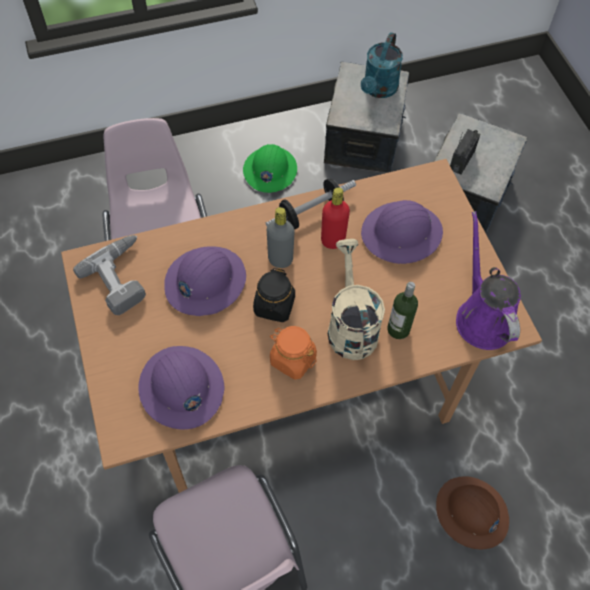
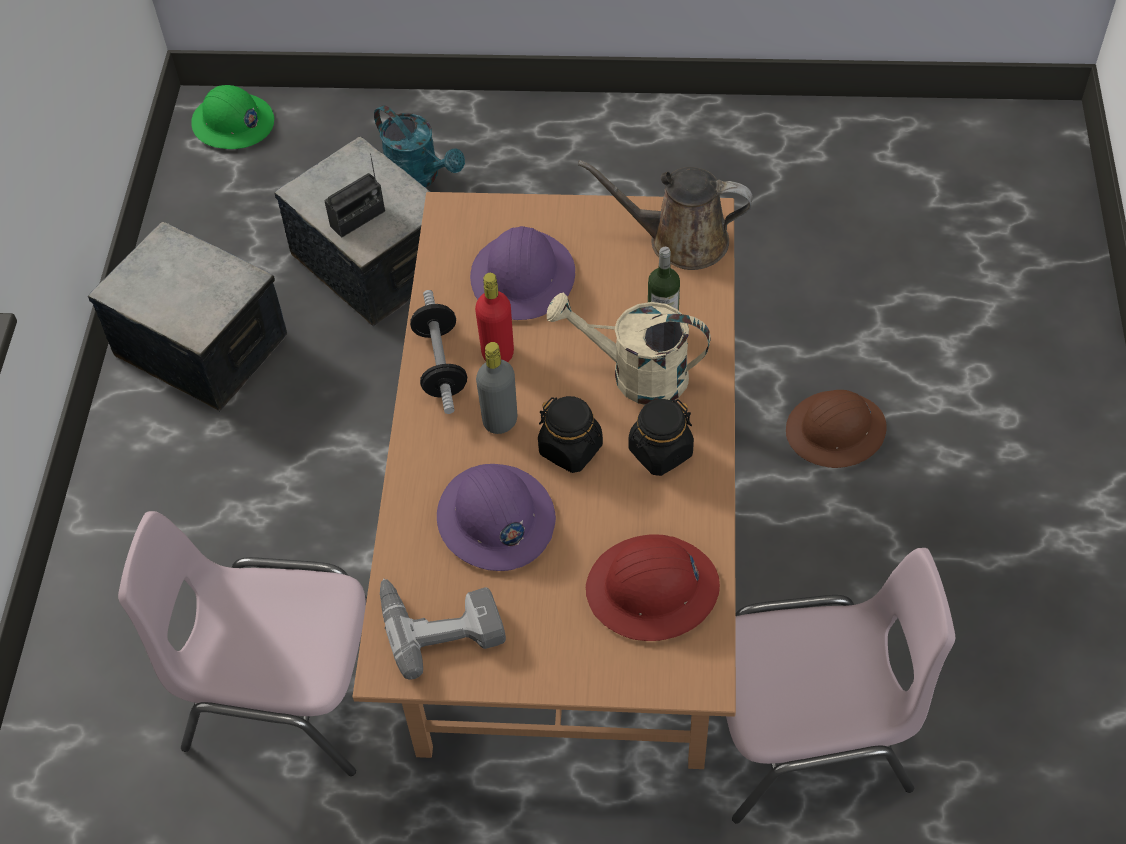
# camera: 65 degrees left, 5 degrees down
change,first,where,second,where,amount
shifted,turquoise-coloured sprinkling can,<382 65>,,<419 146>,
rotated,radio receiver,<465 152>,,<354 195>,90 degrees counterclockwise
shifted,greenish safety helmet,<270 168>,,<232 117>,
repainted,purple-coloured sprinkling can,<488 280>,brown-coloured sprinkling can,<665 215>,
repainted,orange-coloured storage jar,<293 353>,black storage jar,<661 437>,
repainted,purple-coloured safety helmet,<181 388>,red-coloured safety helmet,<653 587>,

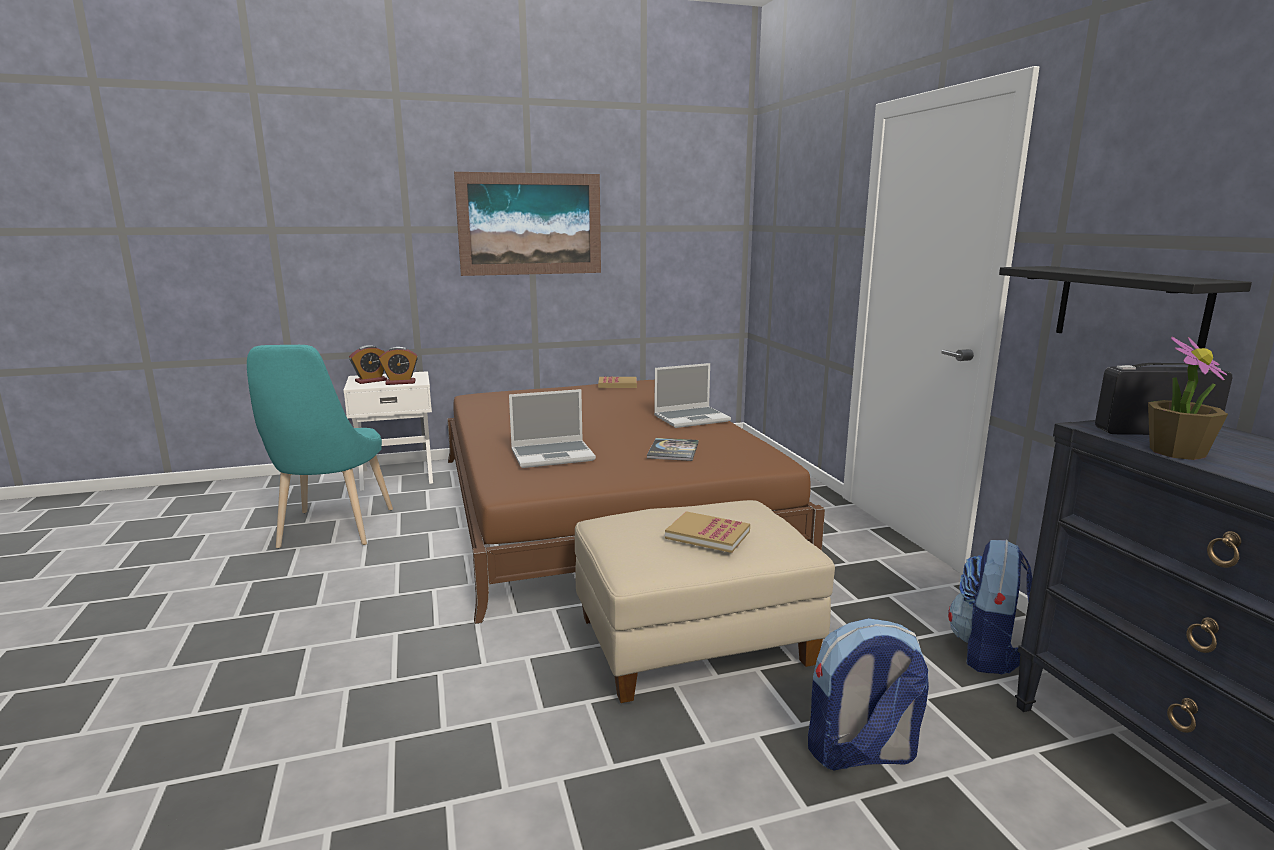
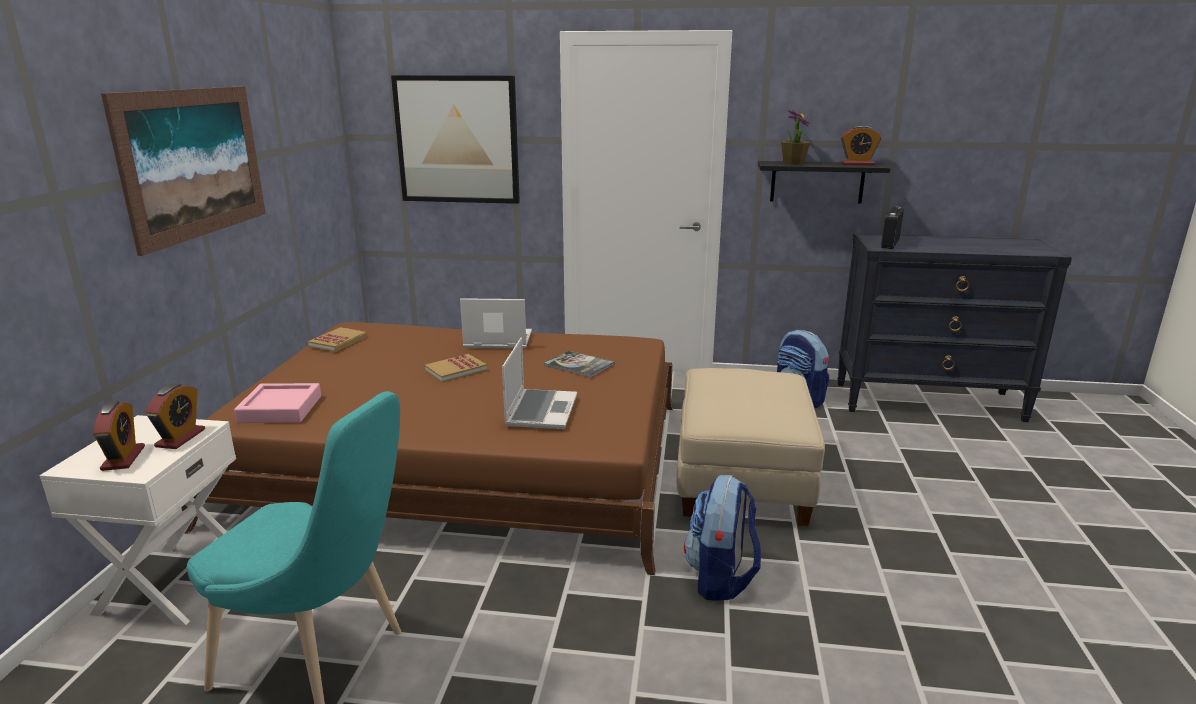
# camera: 65 degrees left, 5 degrees up
change,first,where,second,where,amount
shifted,houseplant,<1188 398>,,<795 137>,
rotated,portable computer,<692 395>,,<496 323>,90 degrees counterclockwise
shifted,volume,<707 532>,,<455 368>,
shifted,knapsack,<868 694>,,<722 538>,
new,,,picture,<455 139>,
new,,,table clock,<861 145>,
new,,,pink serving tray,<277 403>,

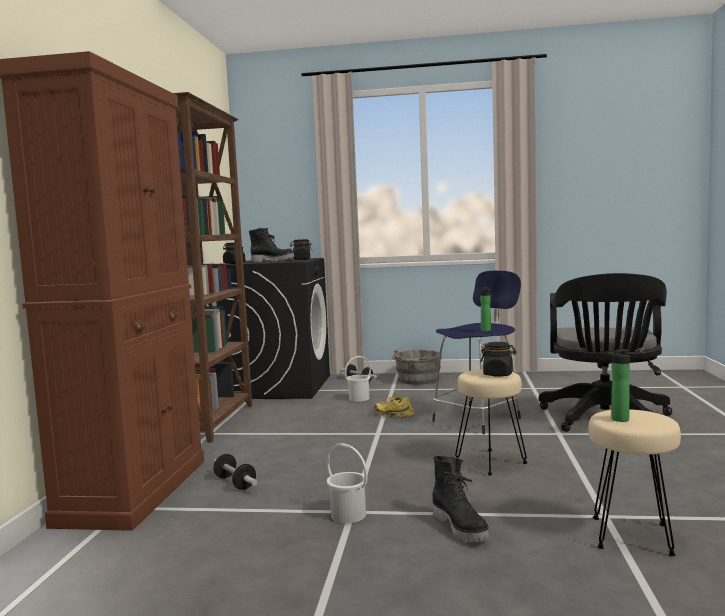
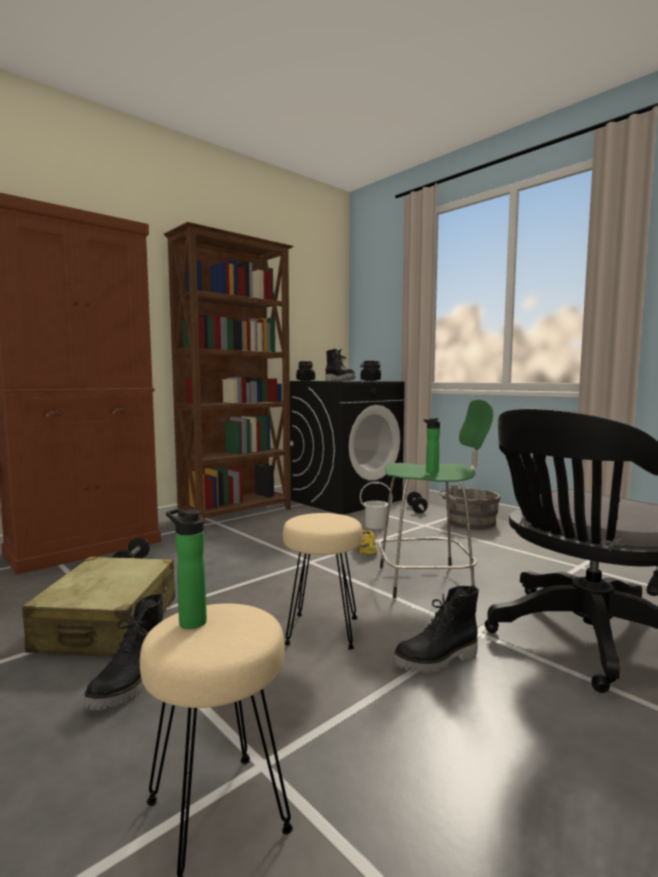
# camera: 40 degrees right, 0 degrees up
change,first,where,second,where,amount
repainted,blue-coloured stool seat,<476 352>,greenish stool seat,<435 499>,
gone,black storage jar,<498 359>,,,
swapped,white pail,<347 483>,sand-coloured suitcase,<98 606>,
new,,,black boot,<436 629>,

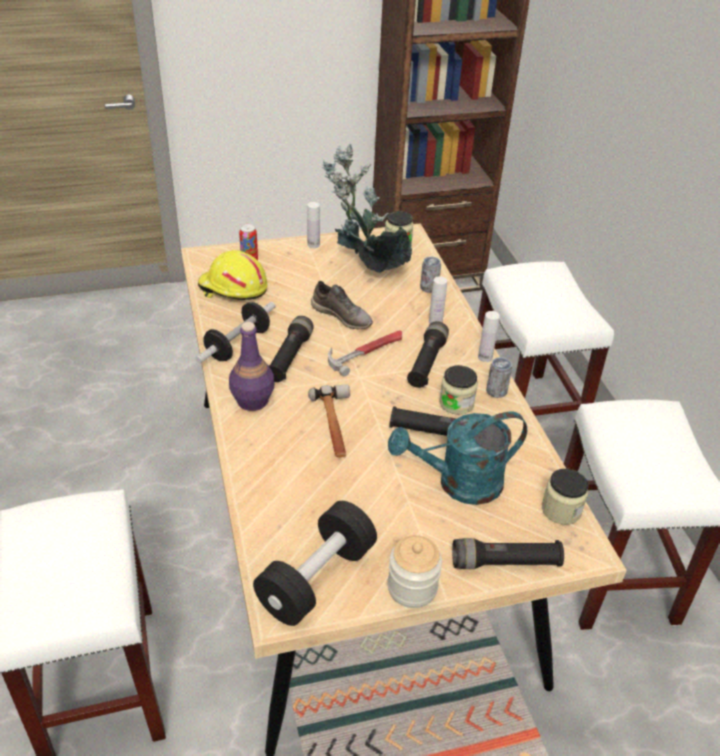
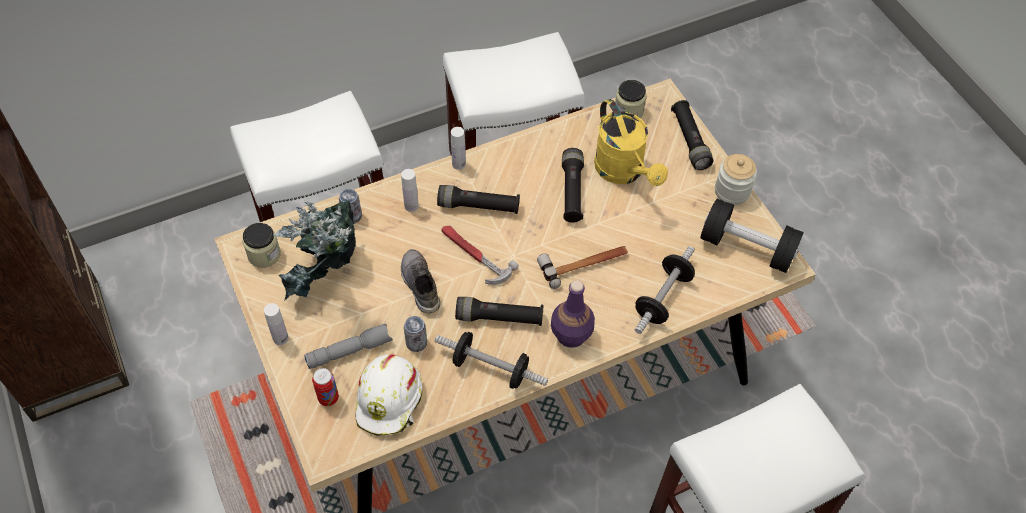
# camera: 100 degrees left, 15 degrees up
change,first,where,second,where,amount
repainted,yellow safety helmet,<232 275>,white safety helmet,<389 395>,
rotated,gray item of footwear,<342 305>,,<420 281>,45 degrees counterclockwise
shifted,can,<499 377>,,<415 334>,
gone,storage jar,<458 390>,,,
repainted,turquoise-coloured sprinkling can,<457 458>,yellow sprinkling can,<631 142>,
new,,,hand weight,<665 290>,
new,,,gray hand torch,<348 346>,

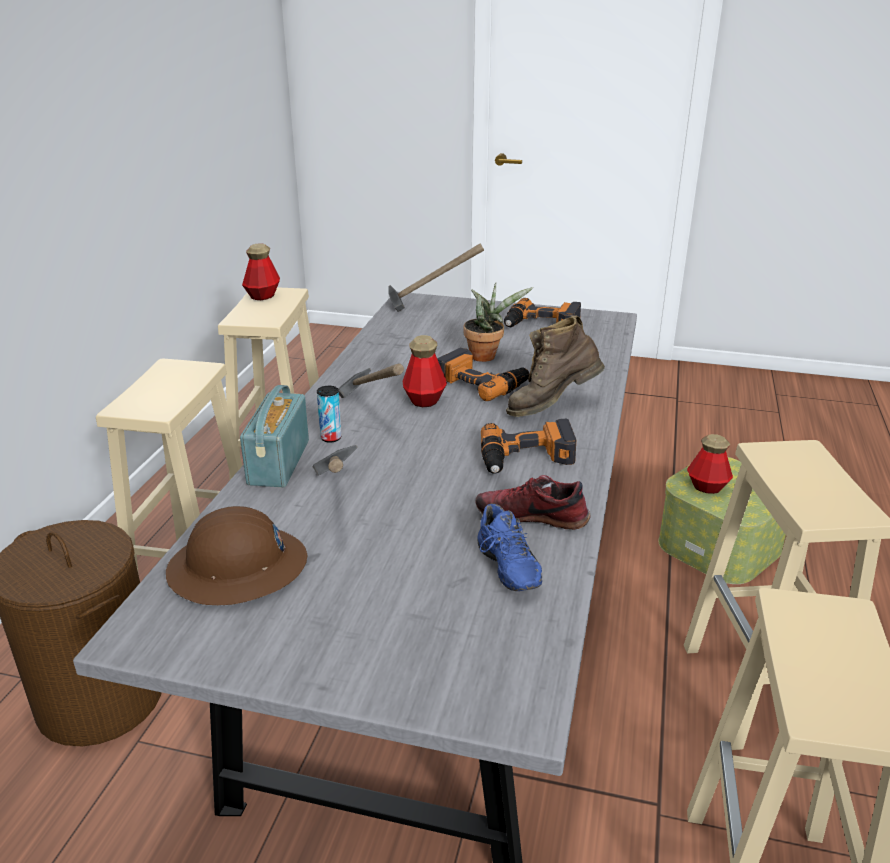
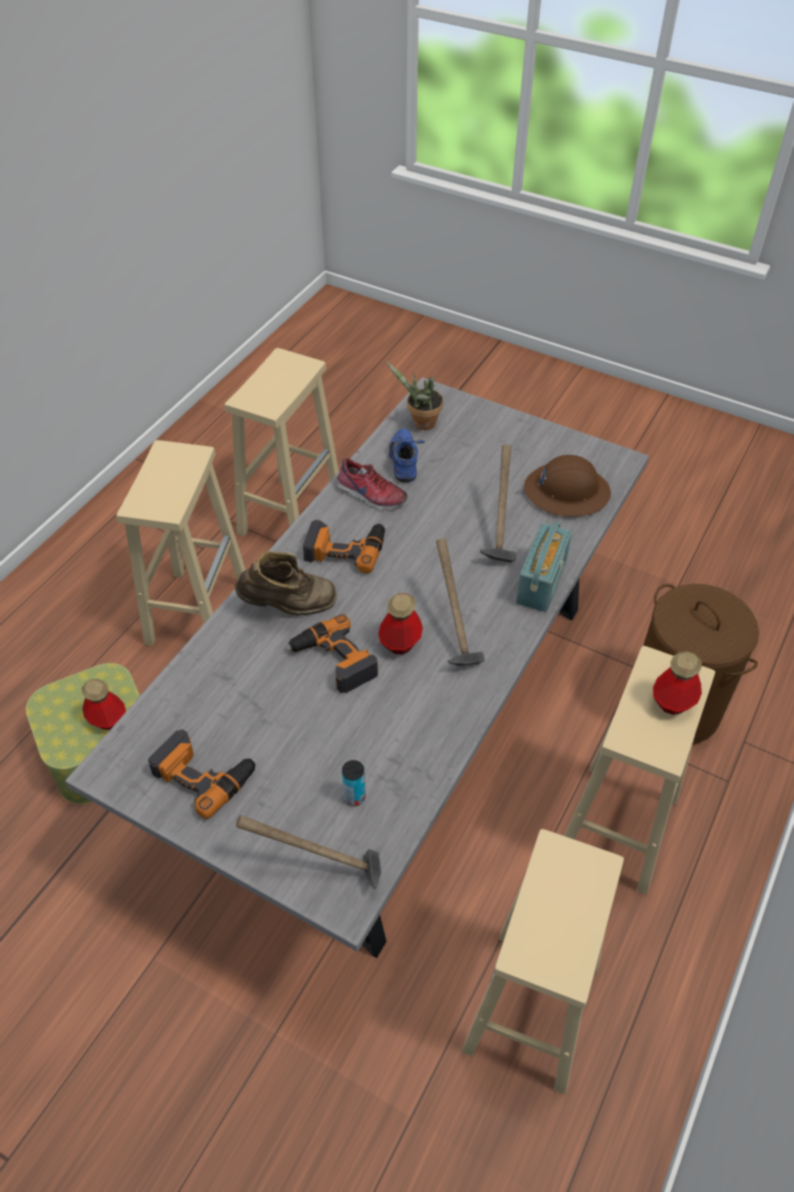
# camera: 165 degrees left, 20 degrees up
change,first,where,second,where,amount
shifted,beverage bottle,<261 271>,,<677 683>,
shifted,houseplant,<498 322>,,<414 395>,
shifted,can,<329 414>,,<353 783>,

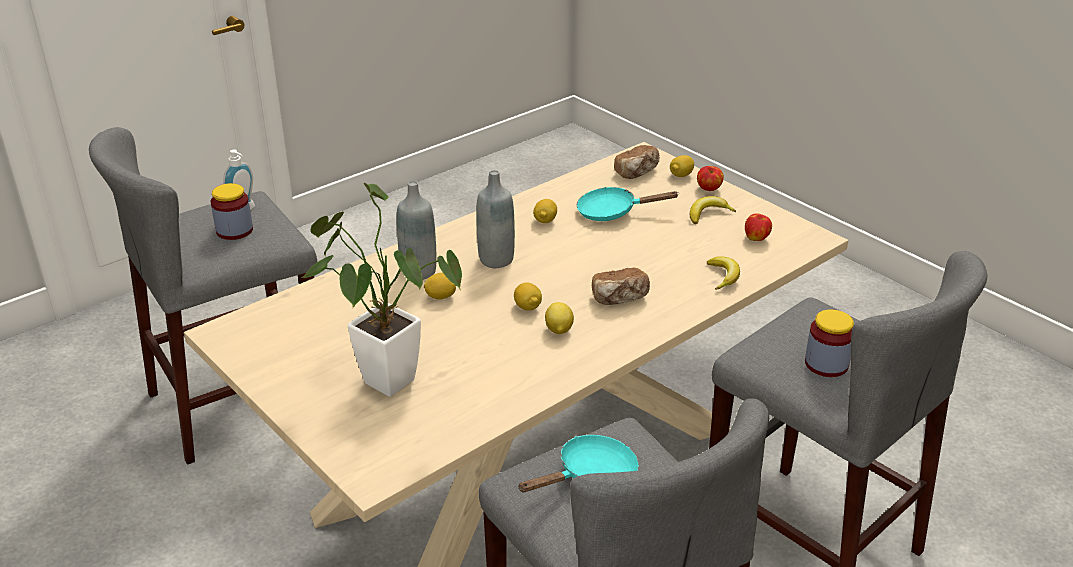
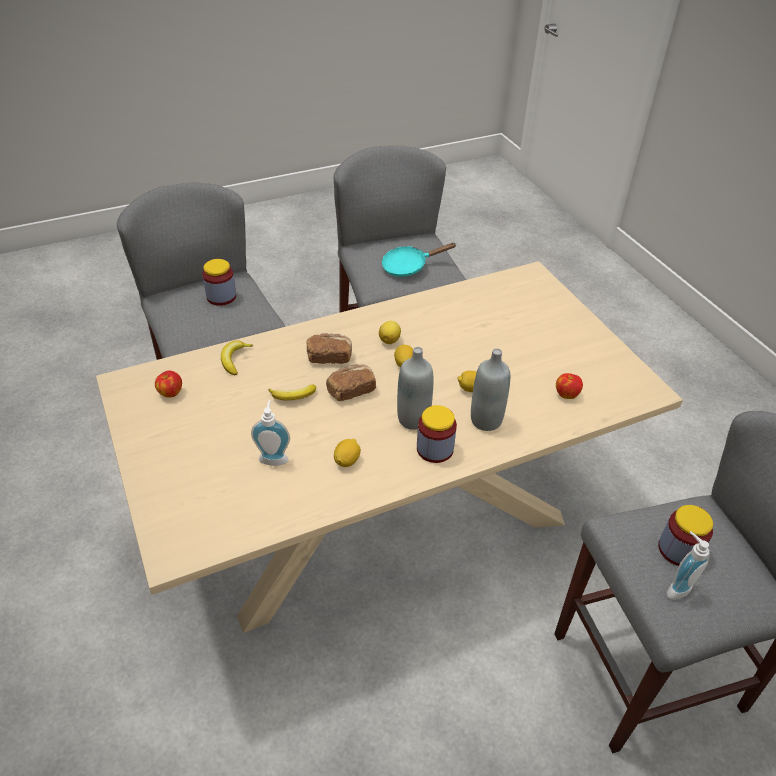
# camera: 165 degrees left, 10 degrees up
change,first,where,second,where,amount
shifted,bread,<636 162>,,<351 382>,
gone,citrus fruit,<682 166>,,,
shifted,whole apple,<710 178>,,<569 386>,
gone,houseplant,<381 290>,,,
swapped,turquoise-coloured pan,<628 204>,soap bottle,<270 433>,
shifted,banana,<713 210>,,<292 392>,
new,,,storage jar,<437 434>,

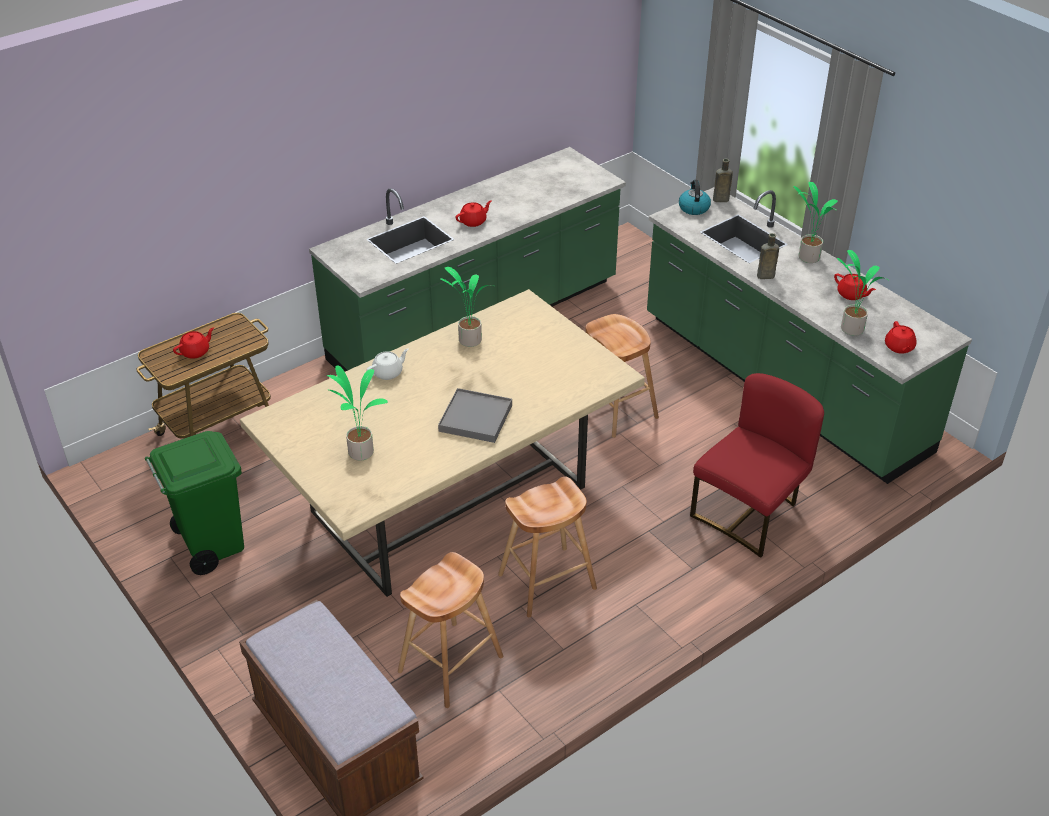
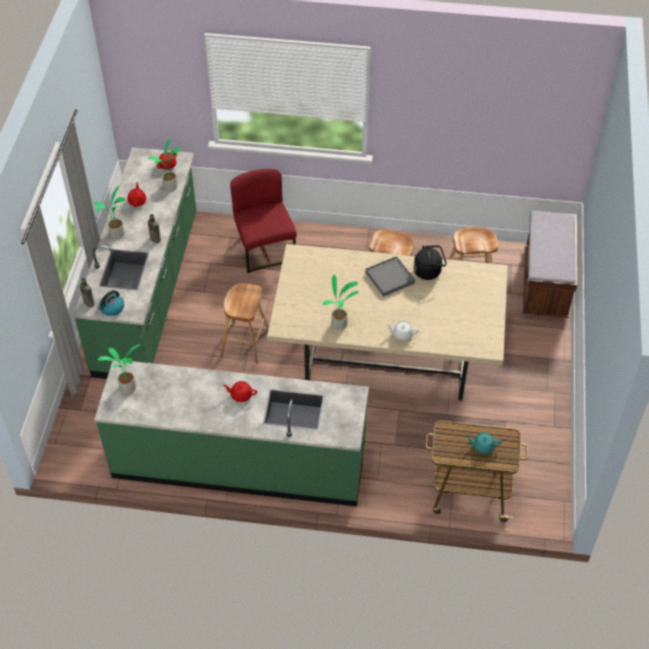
# camera: 135 degrees left, 10 degrees up
change,first,where,second,where,amount
repainted,red-coloured tea pot,<193 343>,turquoise-coloured tea pot,<483 442>,
shifted,houseplant,<357 413>,,<119 369>,
rotated,red-coloured chair,<757 465>,,<263 221>,75 degrees clockwise
gone,greenish trash can,<194 503>,,,
new,,,black kettle,<430 262>,

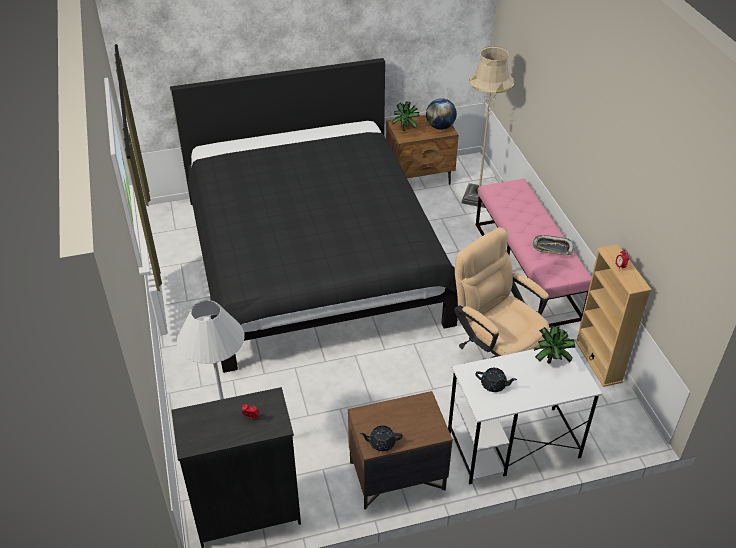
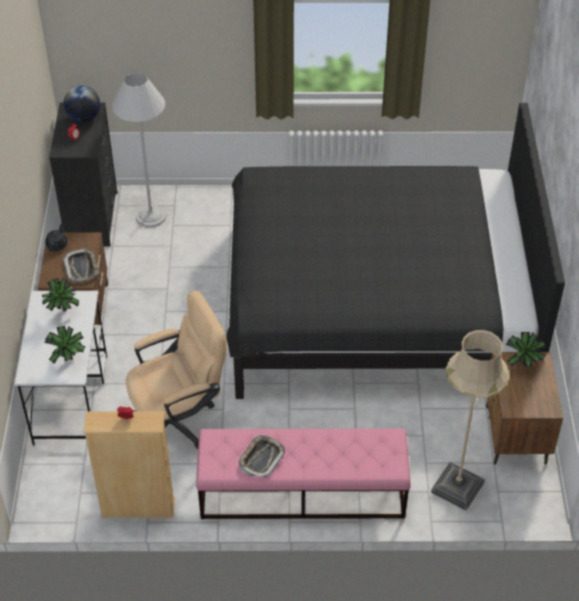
# camera: 105 degrees right, 5 degrees up
change,first,where,second,where,amount
shifted,desk globe,<441 114>,,<81 104>,
swapped,black tea pot,<496 380>,houseplant,<60 295>,
new,,,serving tray,<81 266>,

